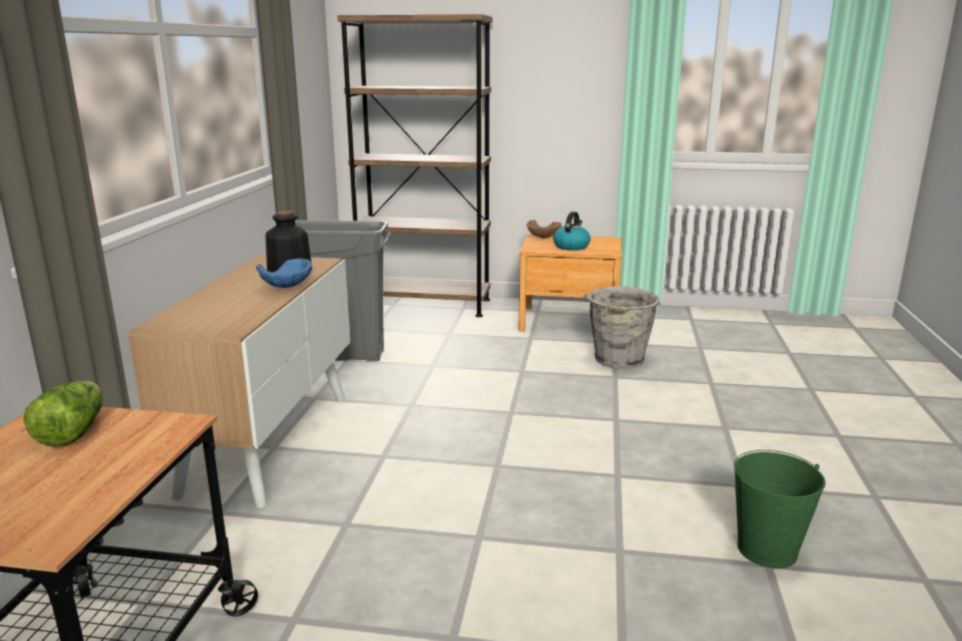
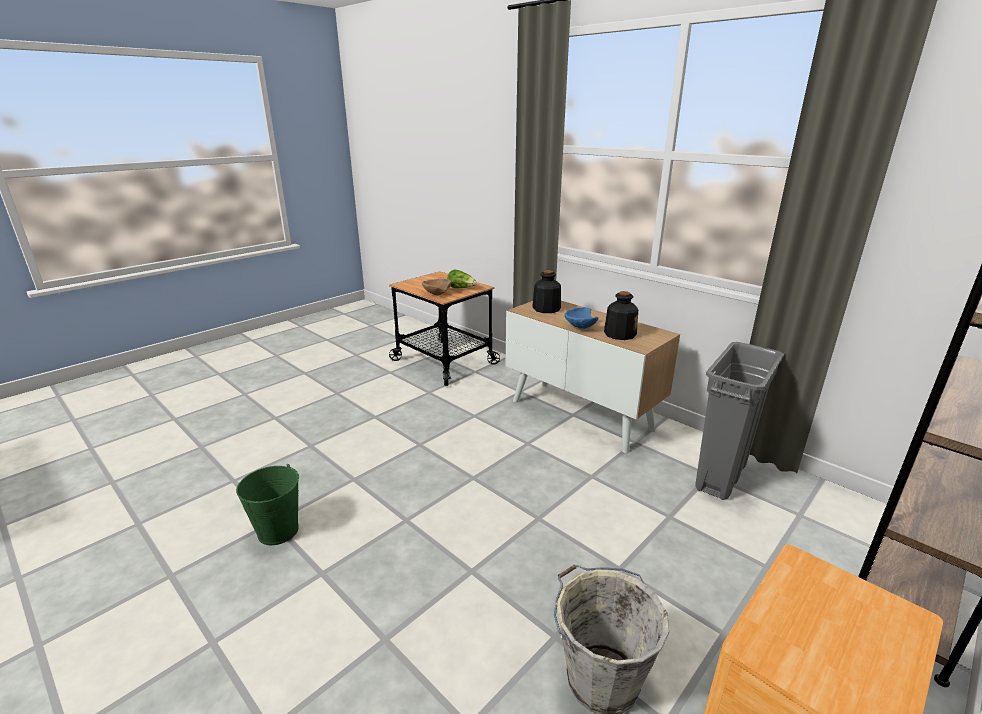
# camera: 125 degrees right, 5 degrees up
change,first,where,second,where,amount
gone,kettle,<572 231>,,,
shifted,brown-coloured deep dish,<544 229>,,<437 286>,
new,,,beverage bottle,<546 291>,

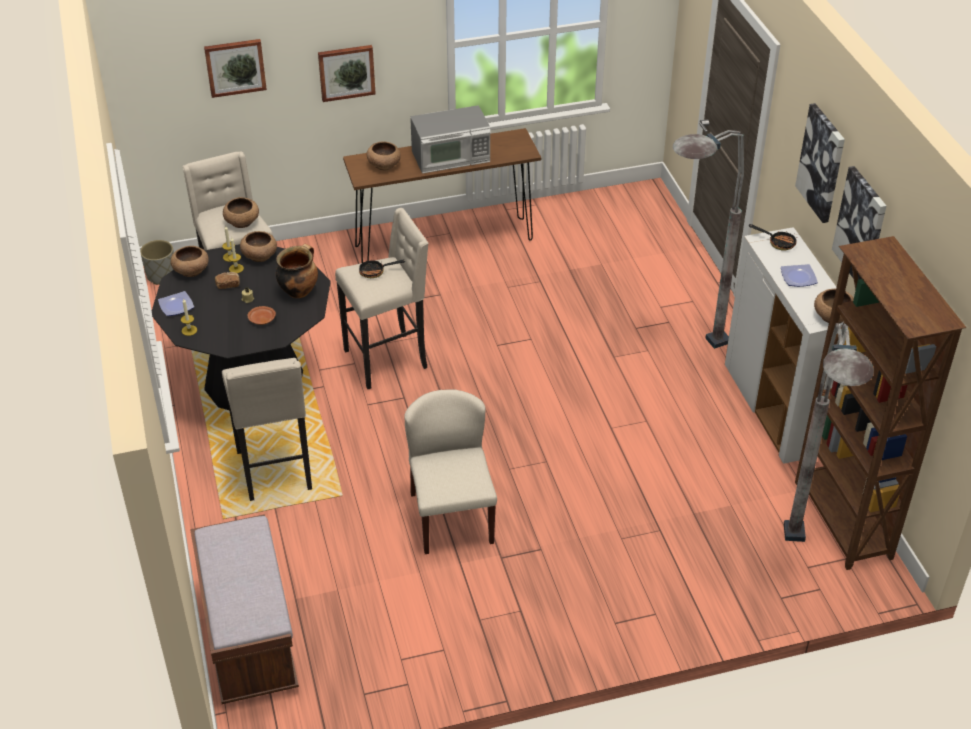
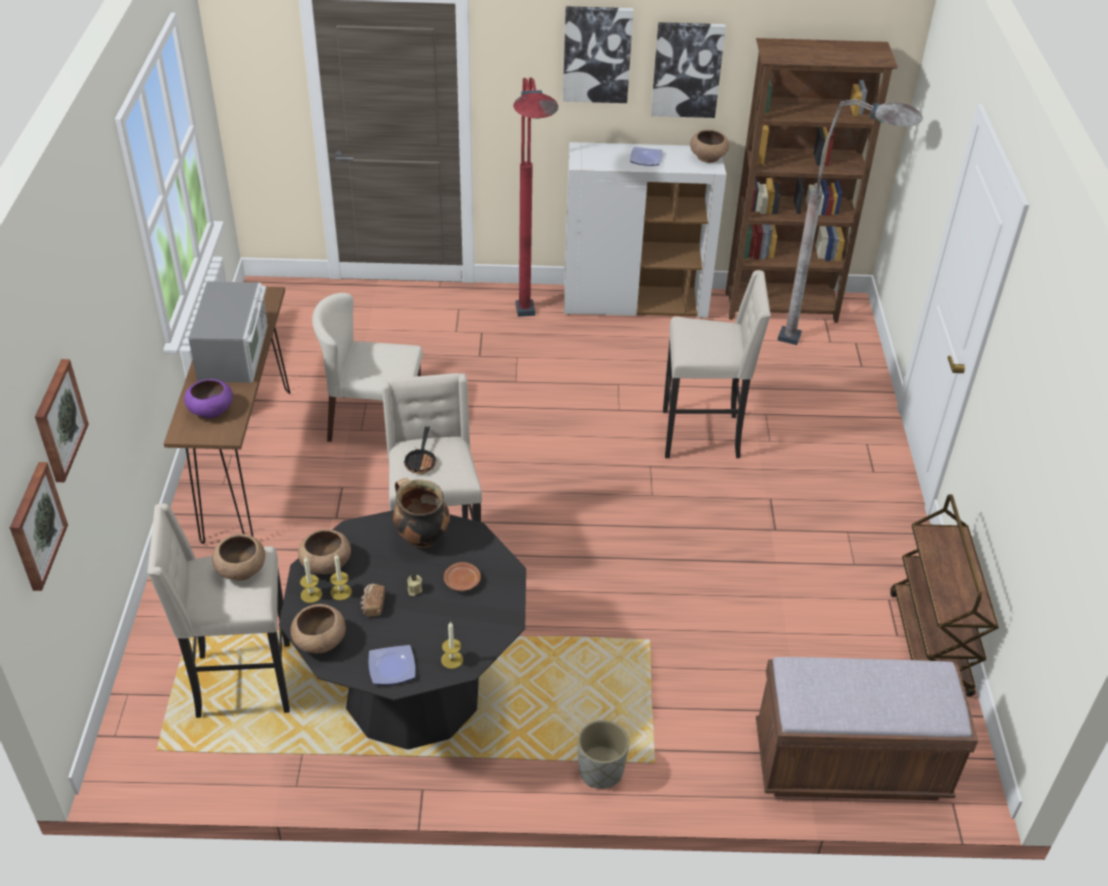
# camera: 75 degrees left, 0 degrees up
change,first,where,second,where,amount
shifted,picture,<347 73>,,<39 526>,
repainted,gray standing lamp,<708 239>,red-coloured standing lamp,<536 197>,
repainted,brown-coloured deep dish,<384 155>,purple-coloured deep dish,<208 399>,
gone,pan,<773 237>,,,
shifted,gray plant pot,<157 262>,,<603 754>,
shifted,sand-coloured stool seat,<267 429>,,<717 364>,
shifted,sand-coloured chair,<450 471>,,<367 367>,
new,,,brown-coloured wheeled cart,<944 595>,

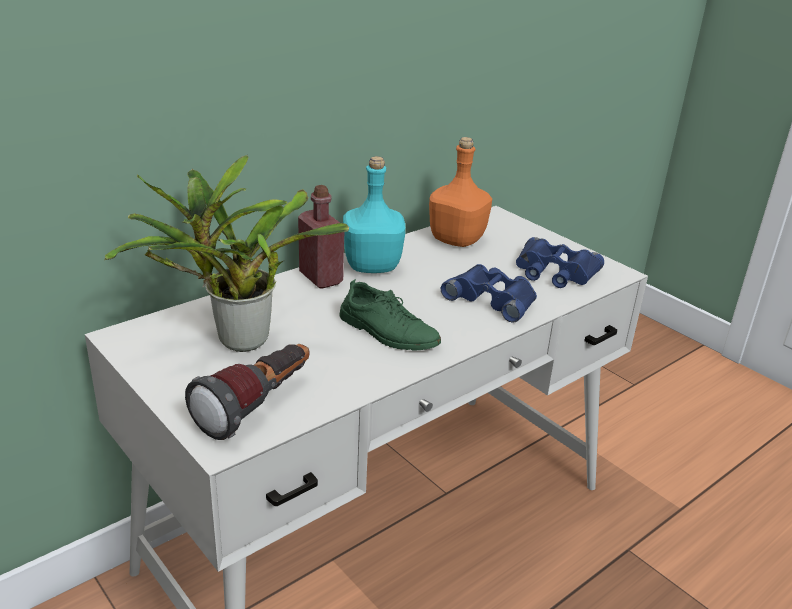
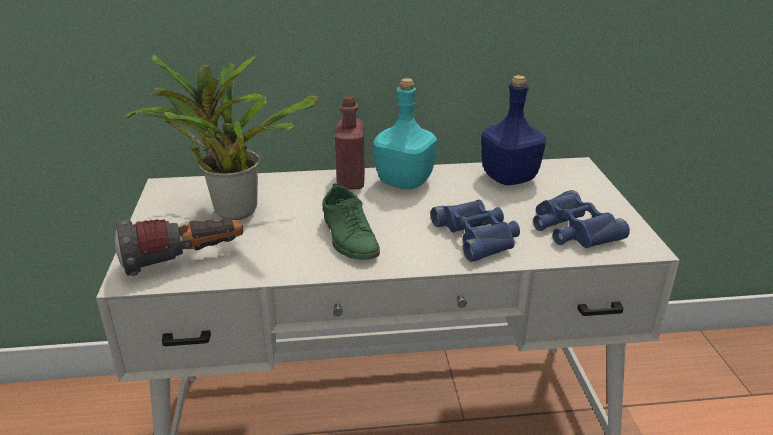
# camera: 35 degrees right, 0 degrees up
change,first,where,second,where,amount
repainted,orange-coloured beverage bottle,<460 192>,blue-coloured beverage bottle,<513 130>,

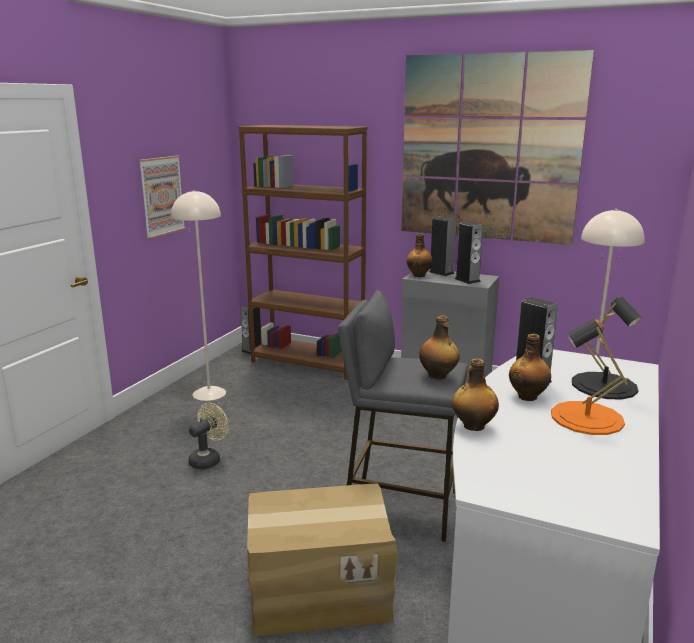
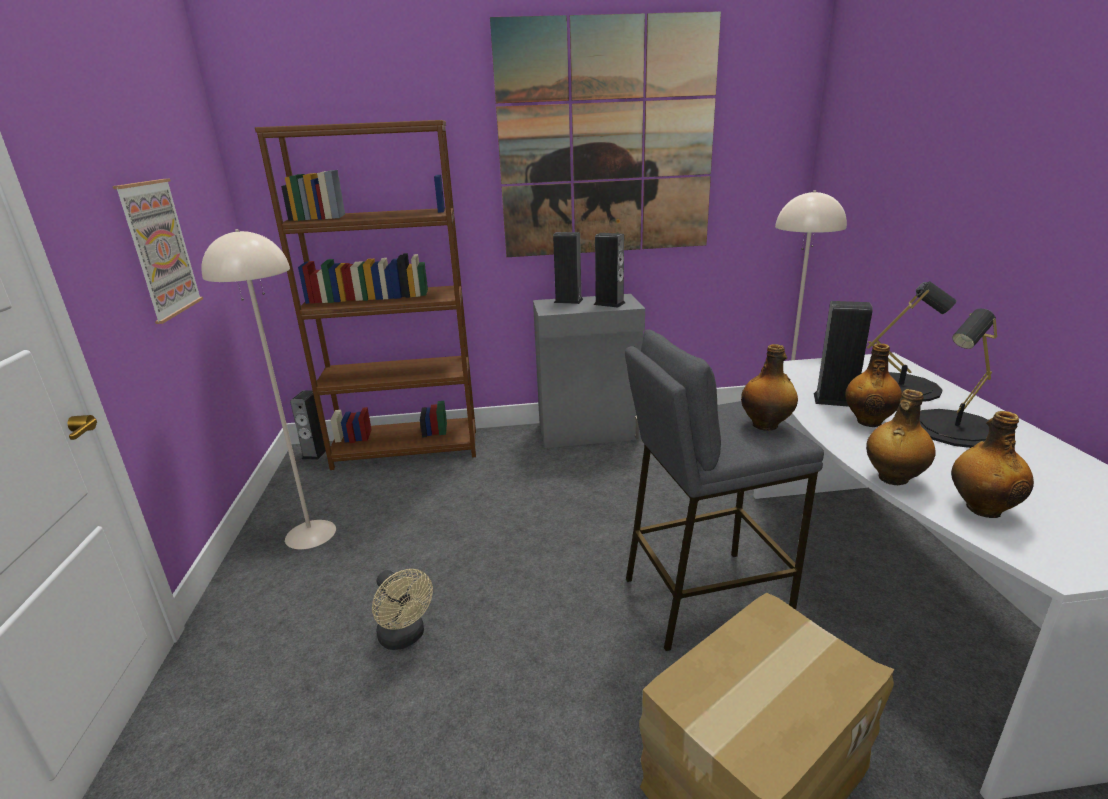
# camera: 30 degrees left, 5 degrees up
change,first,where,second,where,amount
shifted,beverage bottle,<419 255>,,<992 464>,
repainted,orange-coloured tabletop lamp,<589 377>,black tabletop lamp,<958 378>,
rotated,sand-coloured electric fan,<208 436>,,<402 609>,135 degrees clockwise

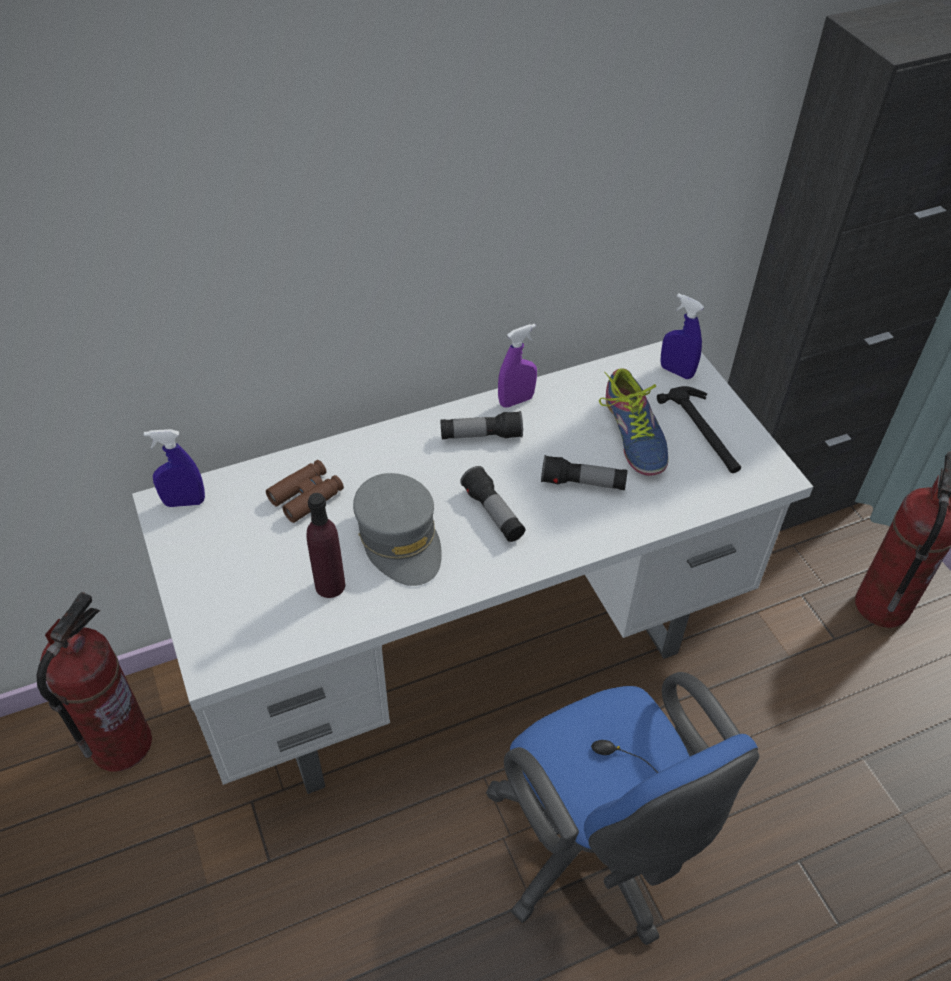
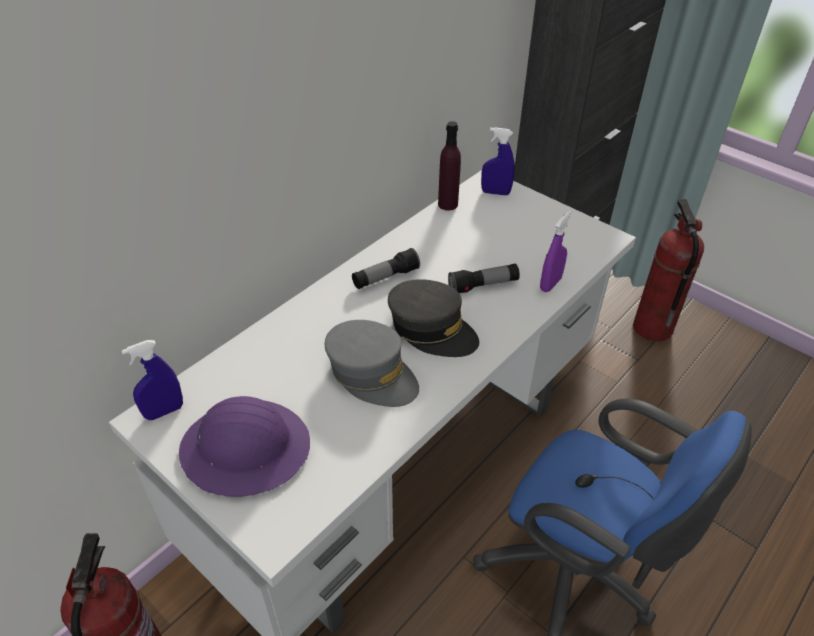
# camera: 25 degrees left, 5 degrees down
change,first,where,second,where,amount
shifted,purple-coloured spray bottle,<517 366>,,<556 251>,
gone,item of footwear,<633 422>,,,
gone,hammer,<699 429>,,,
gone,brown-coloured field glasses,<305 491>,,,
swapped,hand torch,<492 504>,gray cap,<433 318>,
shifted,purple-coloured beverage bottle,<325 545>,,<449 165>,
new,,,purple-coloured safety helmet,<244 446>,

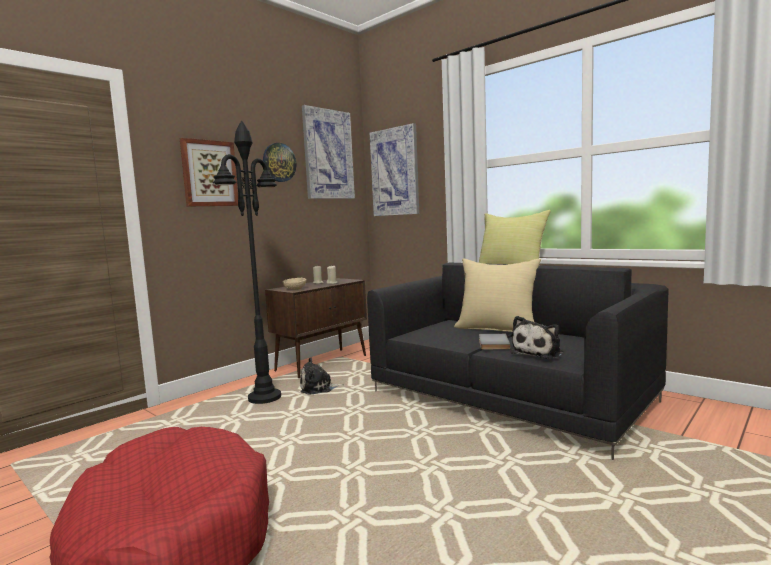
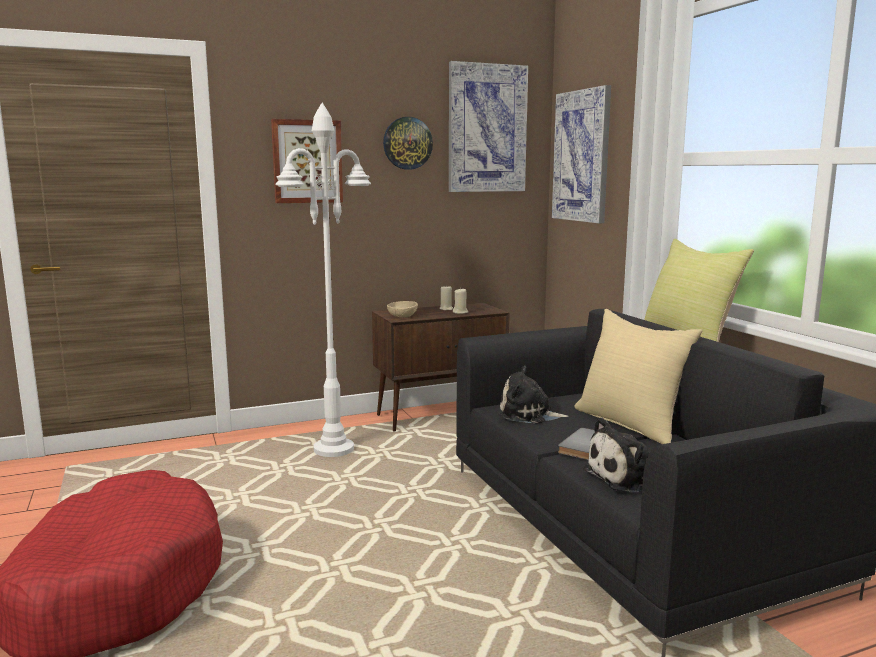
# camera: 25 degrees right, 5 degrees up
change,first,where,second,where,amount
repainted,black standing lamp,<247 262>,white standing lamp,<323 280>,
shifted,cuddly toy,<322 376>,,<534 395>,

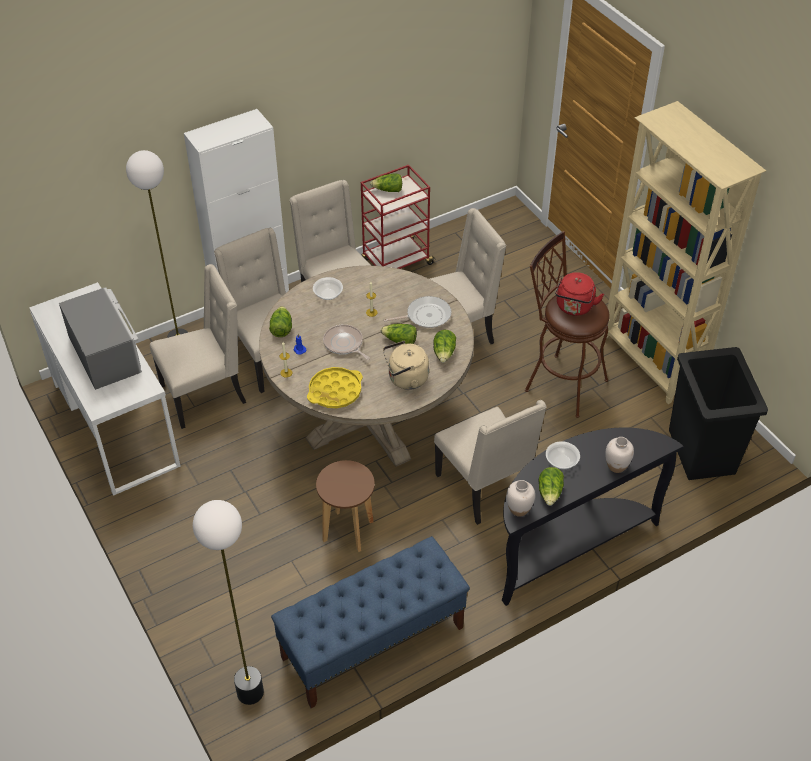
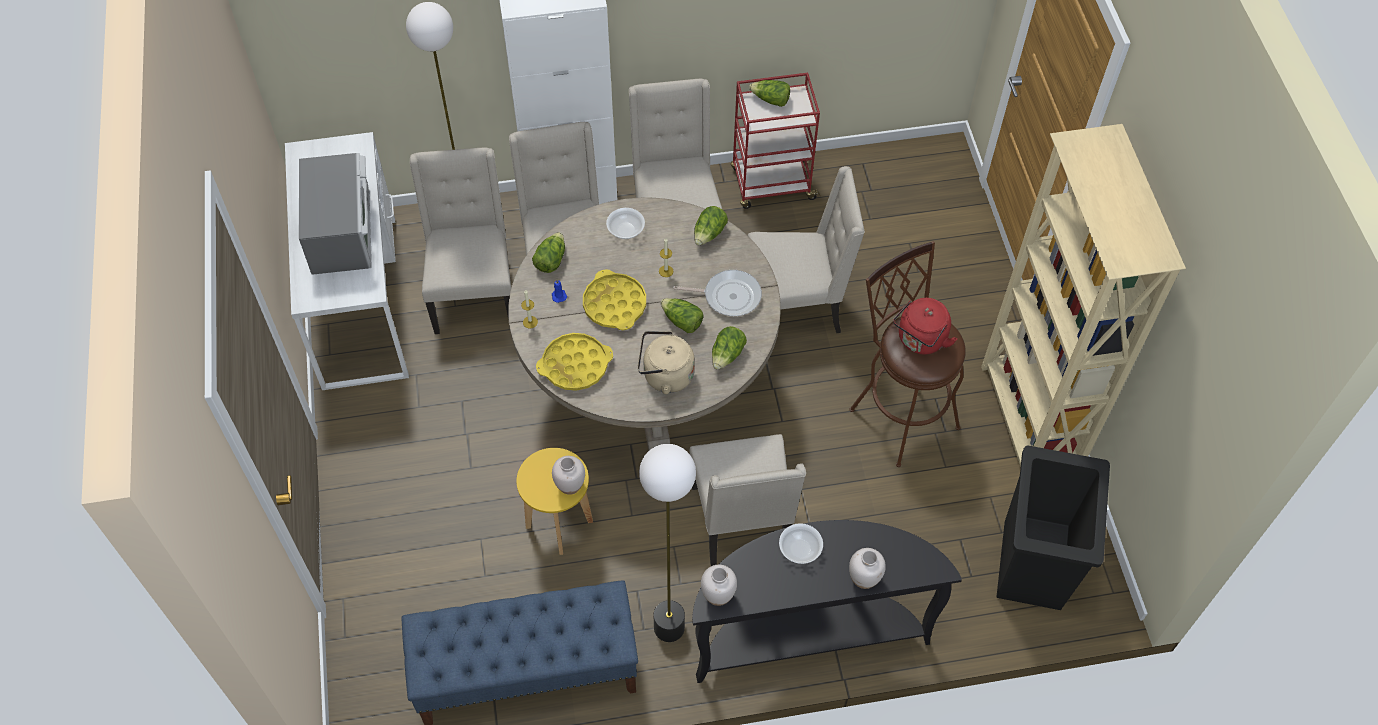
# camera: 20 degrees right, 10 degrees up
change,first,where,second,where,amount
rotated,sand-coloured chair,<198 346>,,<460 241>,90 degrees counterclockwise
swapped,pan,<346 342>,yellow serving tray,<614 299>,
repainted,brown-coloured stool seat,<345 506>,yellow stool seat,<554 501>,
shifted,lettuce head,<551 486>,,<711 226>,
shifted,standing lamp,<228 602>,,<667 543>,
new,,,white vase,<568 475>,

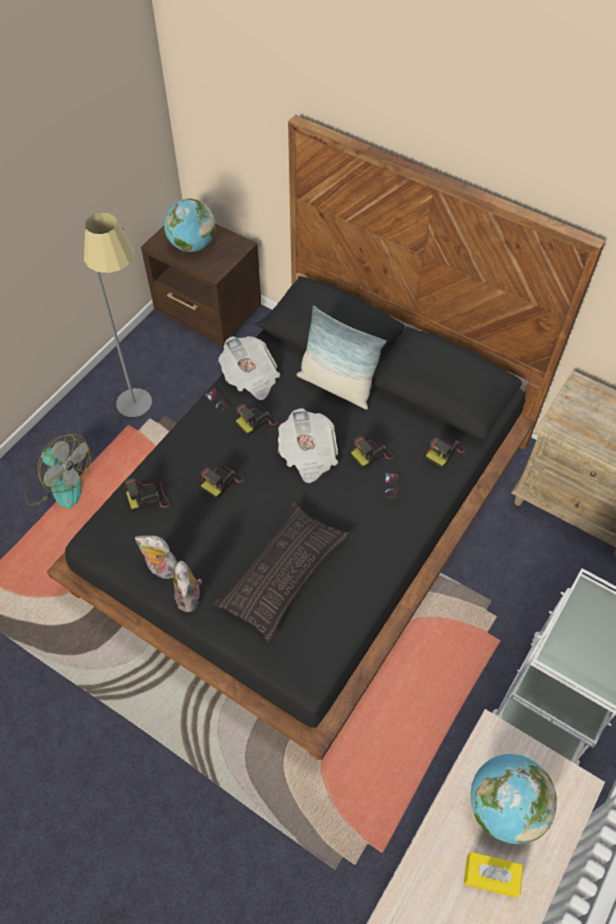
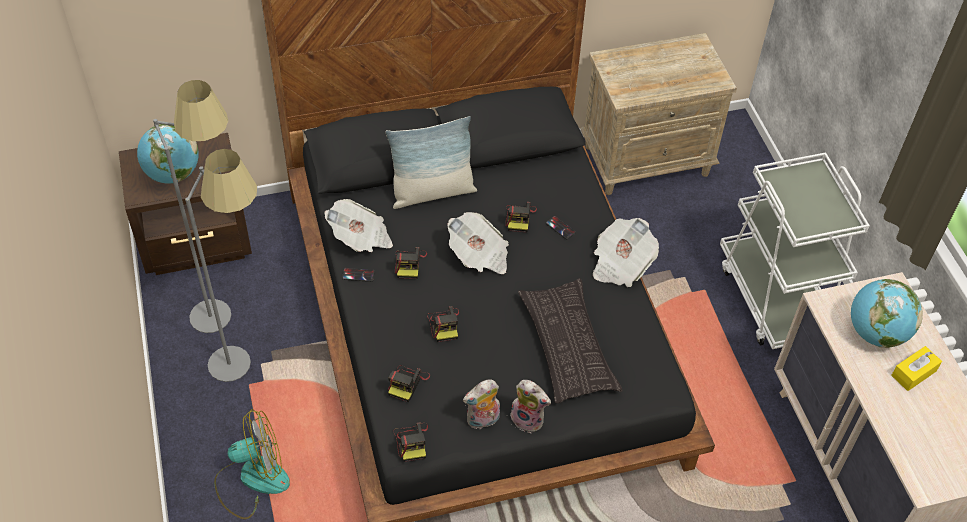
# camera: 50 degrees left, 5 degrees down
change,first,where,second,where,amount
shifted,still camera,<446 451>,,<410 442>,
new,,,gray standing lamp,<192 206>,
new,,,daily paper,<626 252>,

